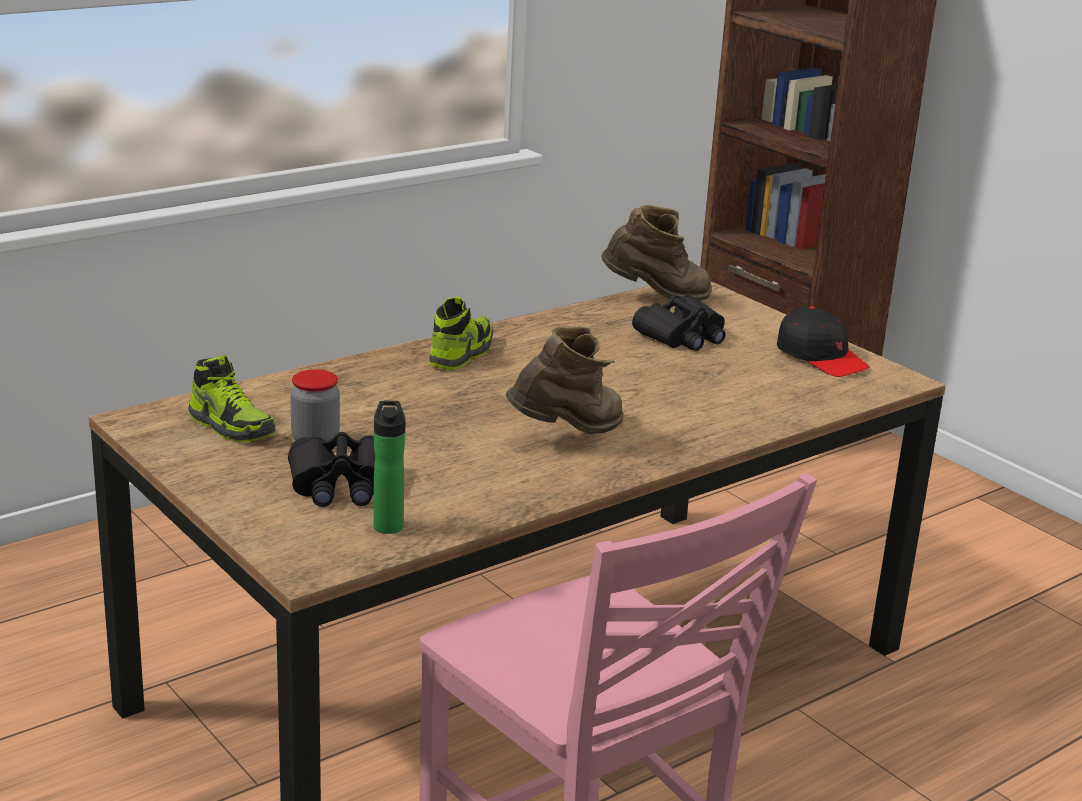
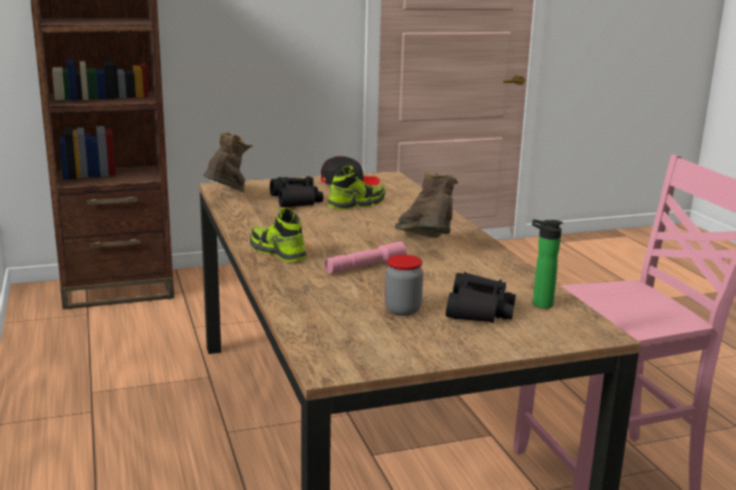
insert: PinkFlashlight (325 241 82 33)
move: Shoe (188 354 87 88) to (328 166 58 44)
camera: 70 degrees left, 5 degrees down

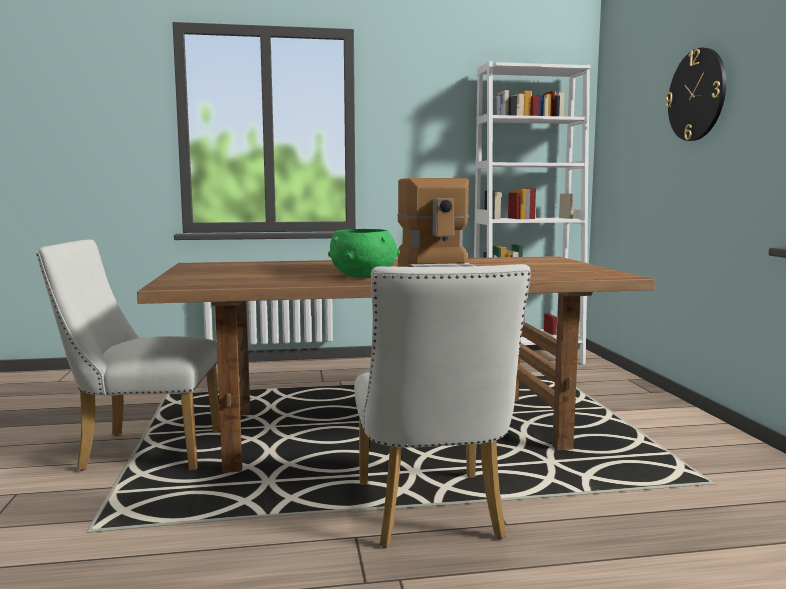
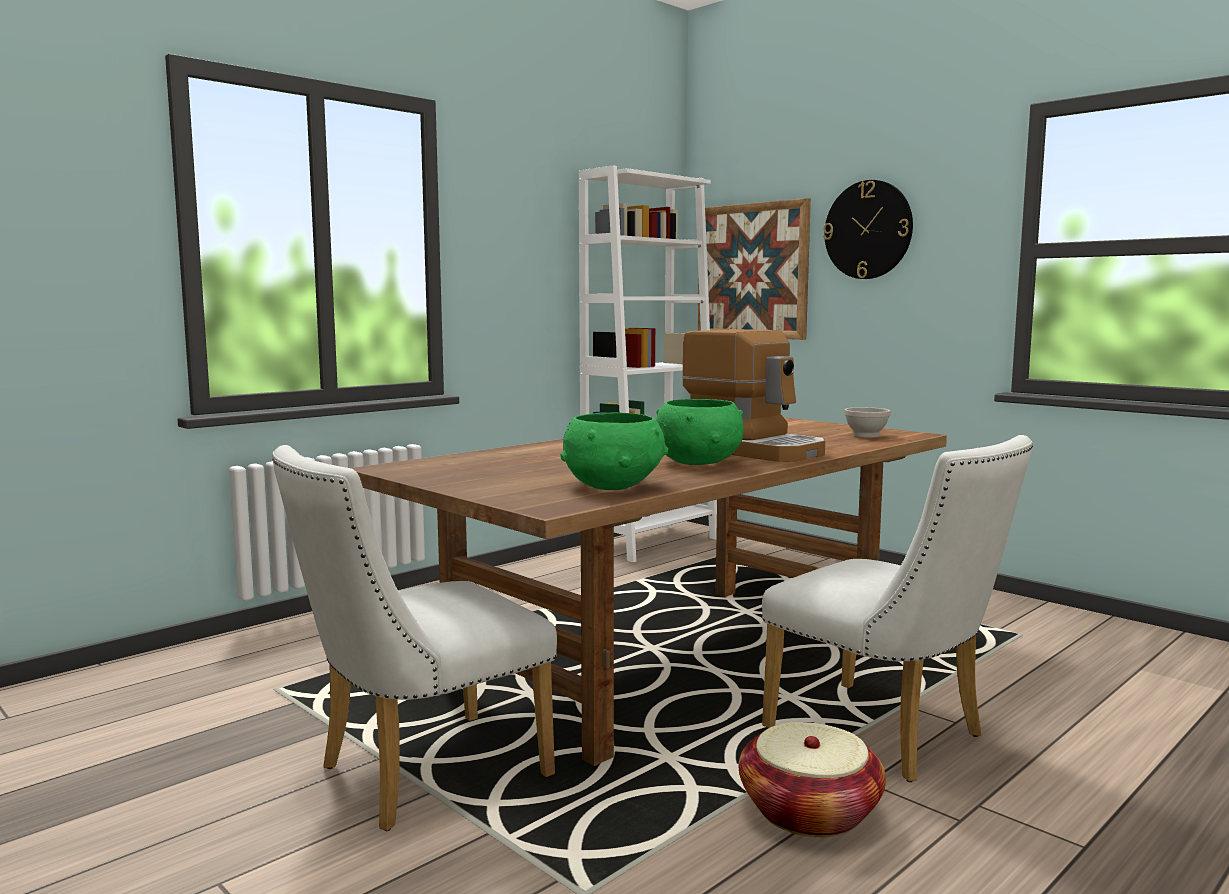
insert: GreenBowl (560 413 108 77); Picture (698 198 113 142); Basket (739 722 147 115); WhiteBowl (844 407 47 31)
camera: 35 degrees left, 0 degrees up

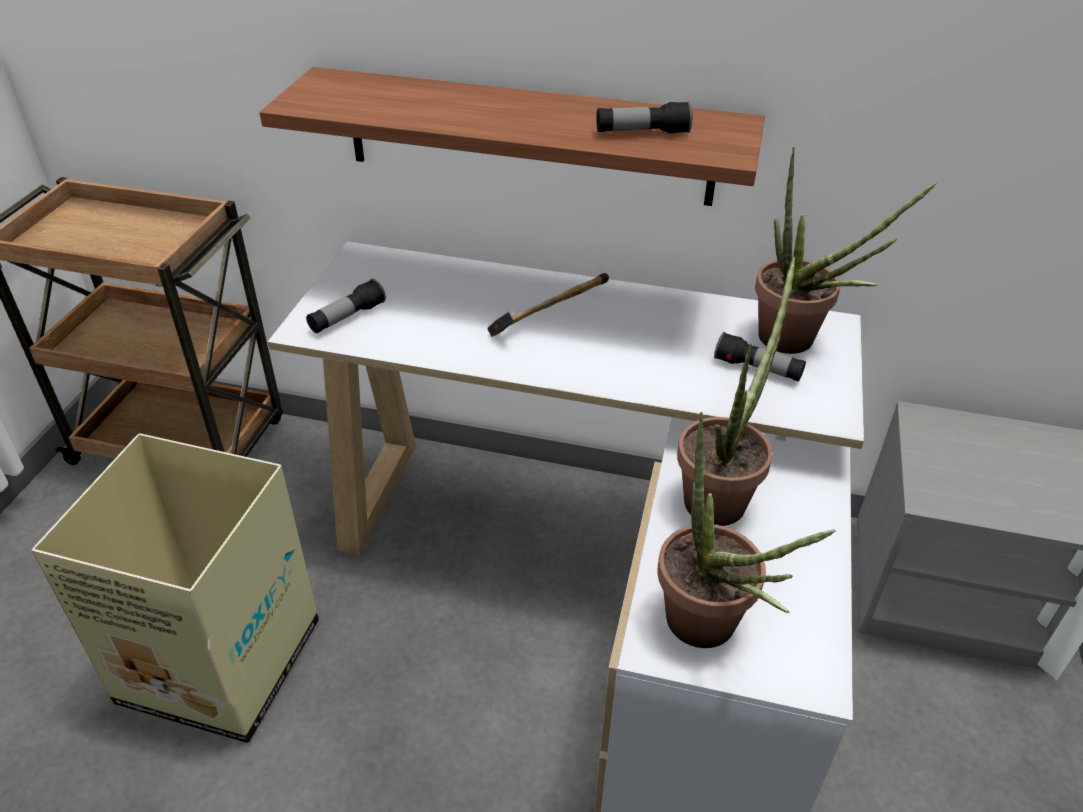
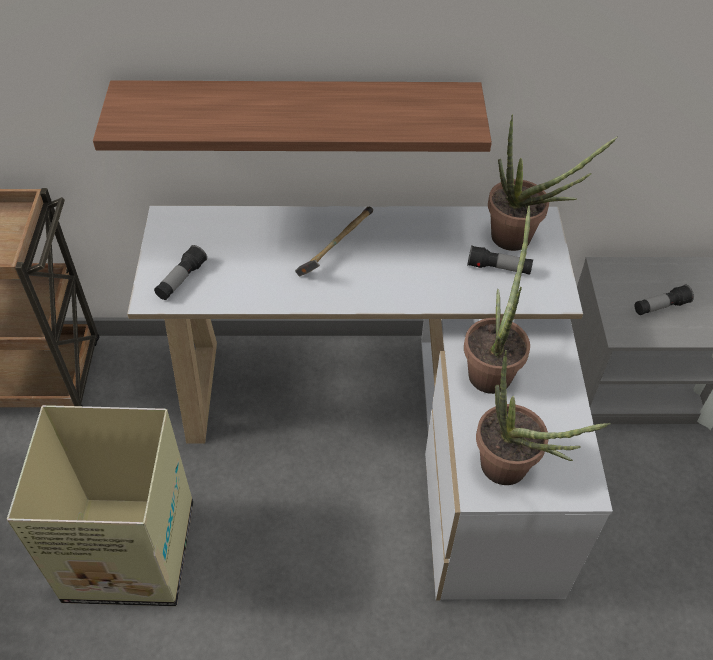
move: Flashlight (596 101 96 32) to (634 285 60 30)
camera: 15 degrees left, 10 degrees up

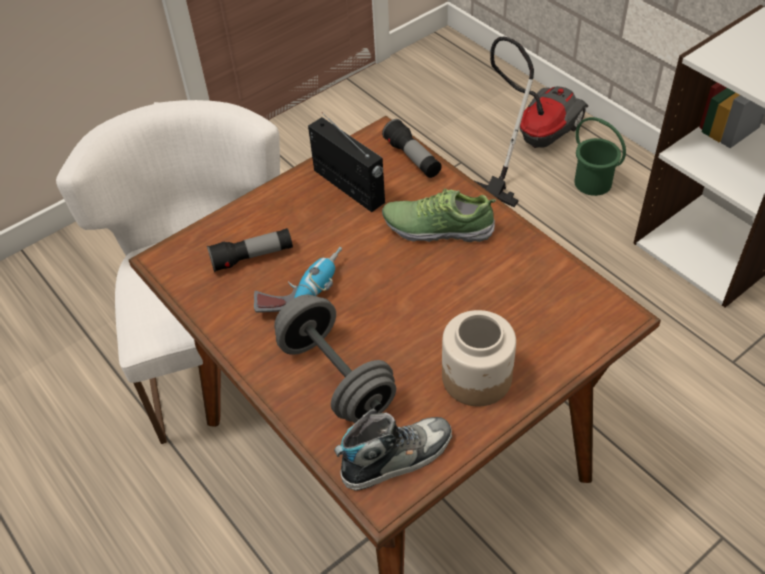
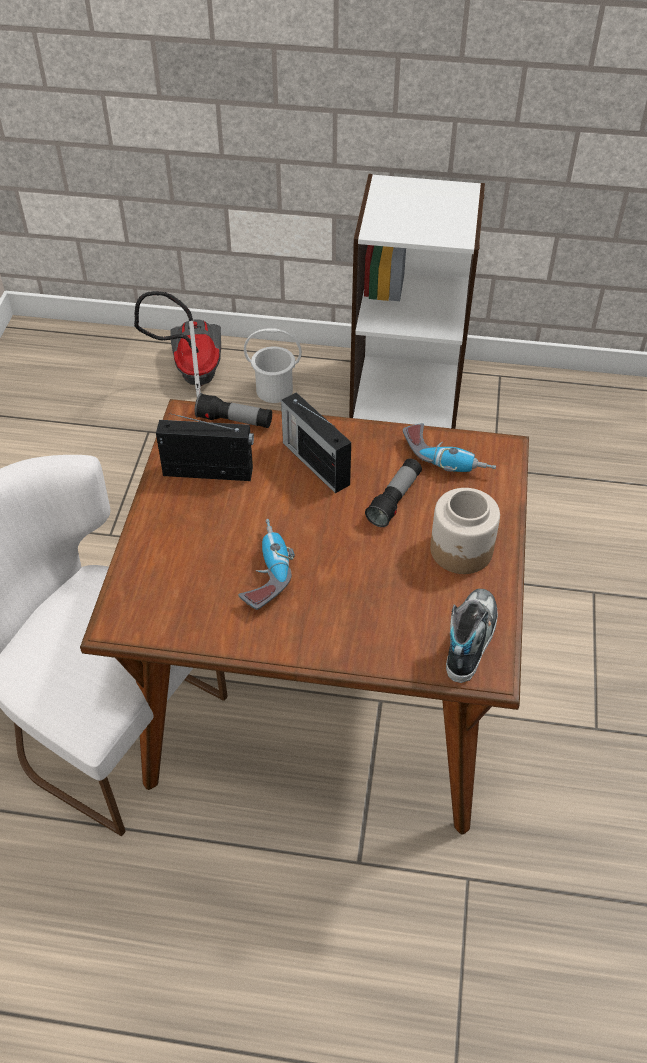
delete: GreyDumbbell (274 294 122 129)
insert: PowerDrill (403 423 93 49)
move: Flashlight (207 228 86 44) to (365 459 57 68)
replace: Shoe (382 188 114 54) to Radio (281 393 70 100)
recolor: GreenBucket (574 117 52 79) to WhiteBucket (244 328 58 75)
camera: 45 degrees left, 0 degrees up

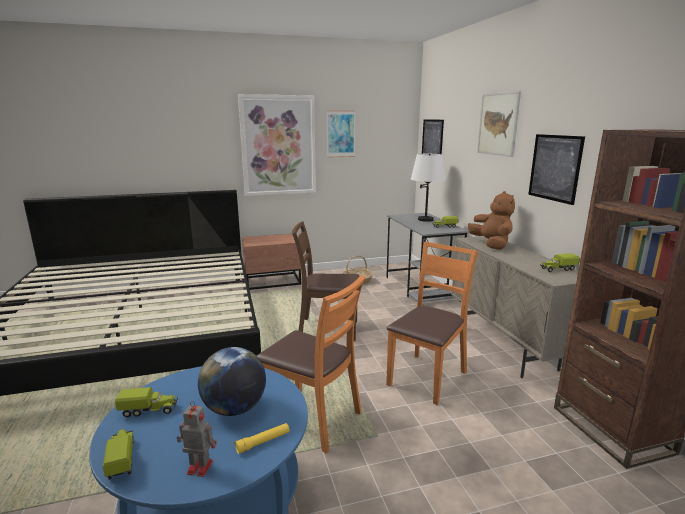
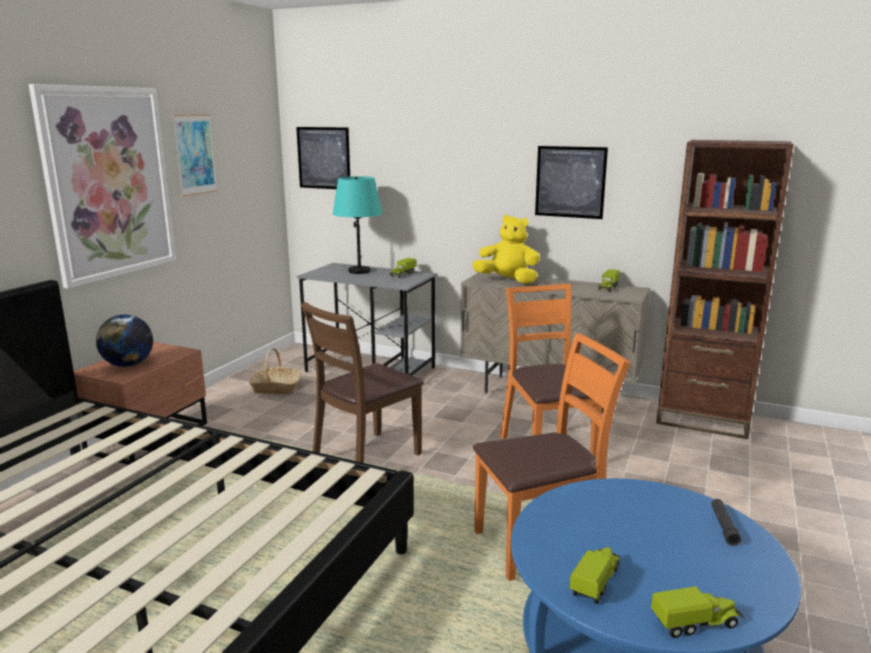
delete: ToyRobot (176 401 41 76); Picture (477 91 44 66)
move: Globe (198 347 68 69) to (96 314 57 53)
recolor: YellowFlashlight (235 423 54 31) to BlackFlashlight (711 499 31 47); WhiteTableLamp (411 154 35 68) to TurquoiseTableLamp (333 176 50 98); BrownPlushToy (468 191 47 59) to YellowPlushToy (472 215 68 69)
rotate: ToyTruck (103 429 31 51) = (651 586 93 52) 150 degrees clockwise
camera: 50 degrees left, 0 degrees up

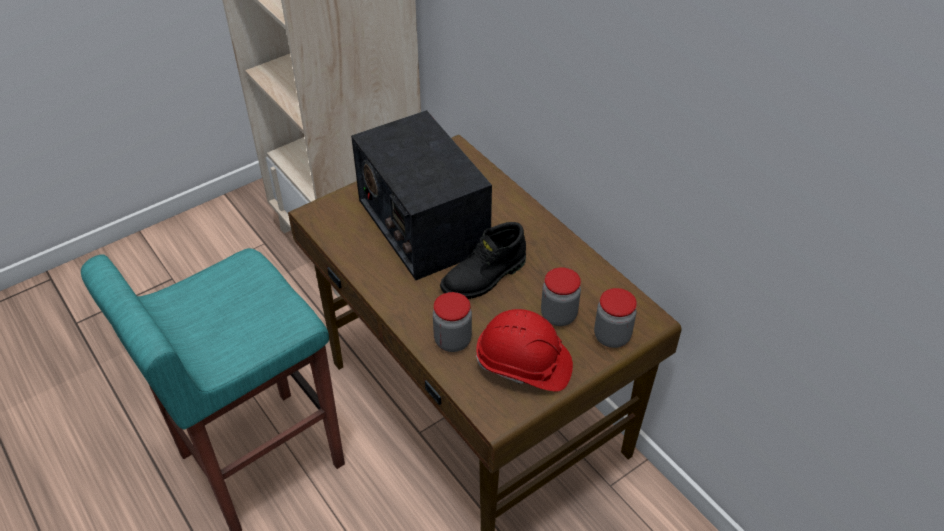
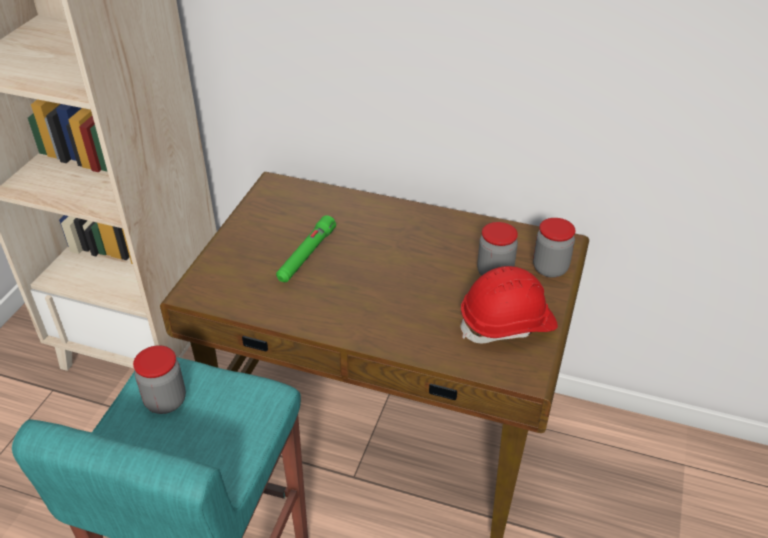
delete: BlackBoot (440 222 86 77)
move: Jar (433 292 39 60) to (133 345 53 69)
replace: Radio (351 110 141 170) to GreenFlashlight (276 215 60 67)
camera: 35 degrees left, 5 degrees down

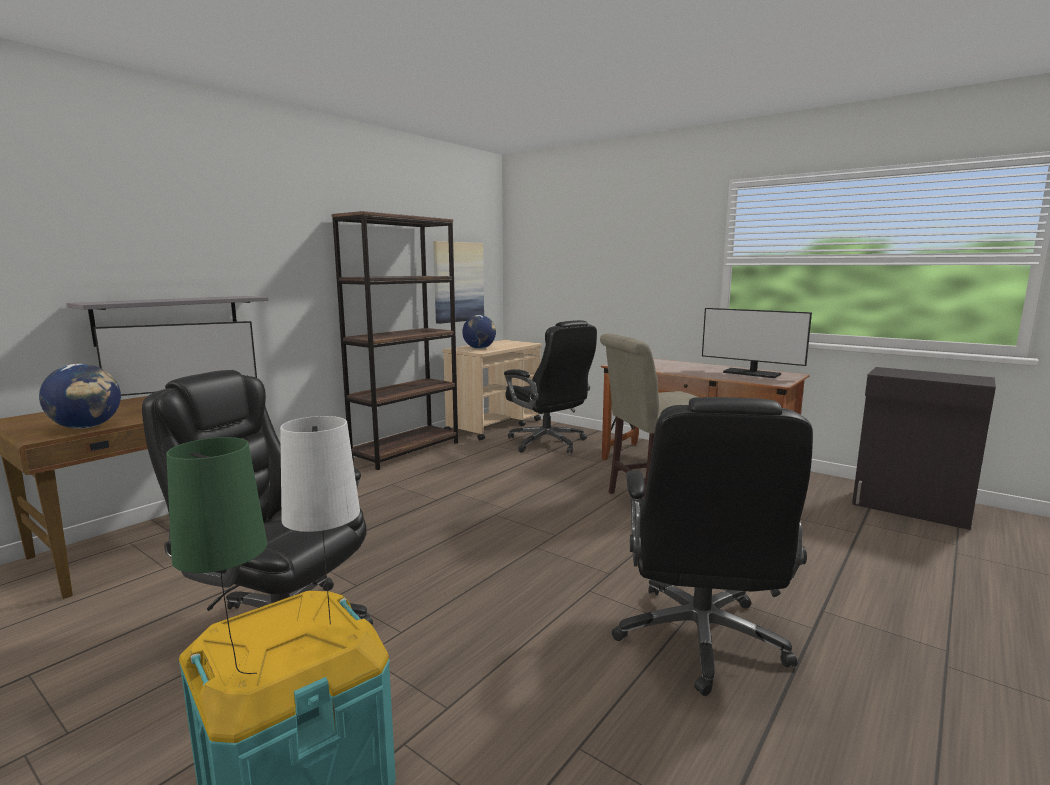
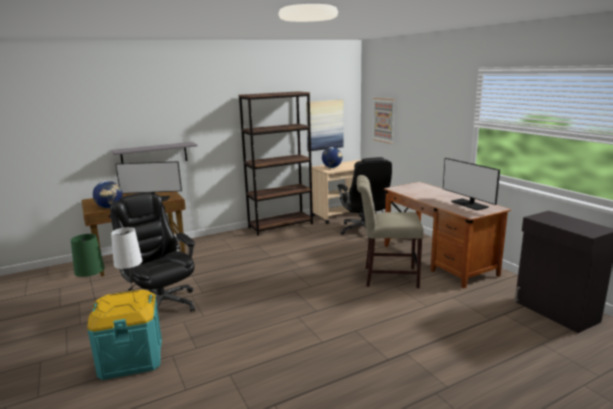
delete: BlackOfficeChair (611 397 202 299)
insert: Picture (373 98 22 46)
camera: 25 degrees right, 5 degrees up

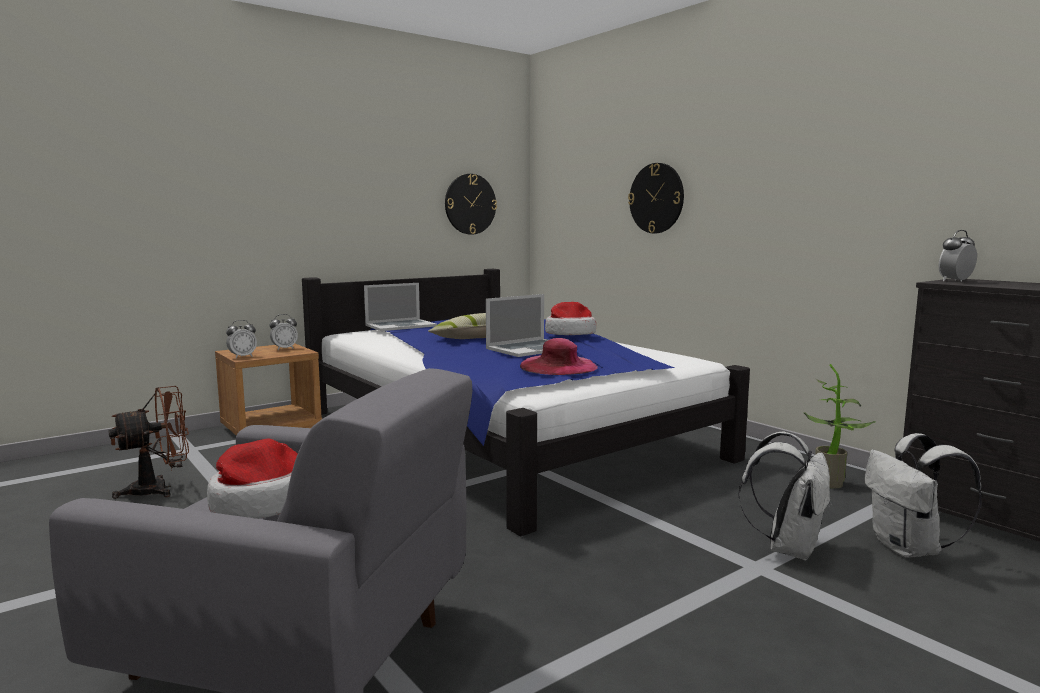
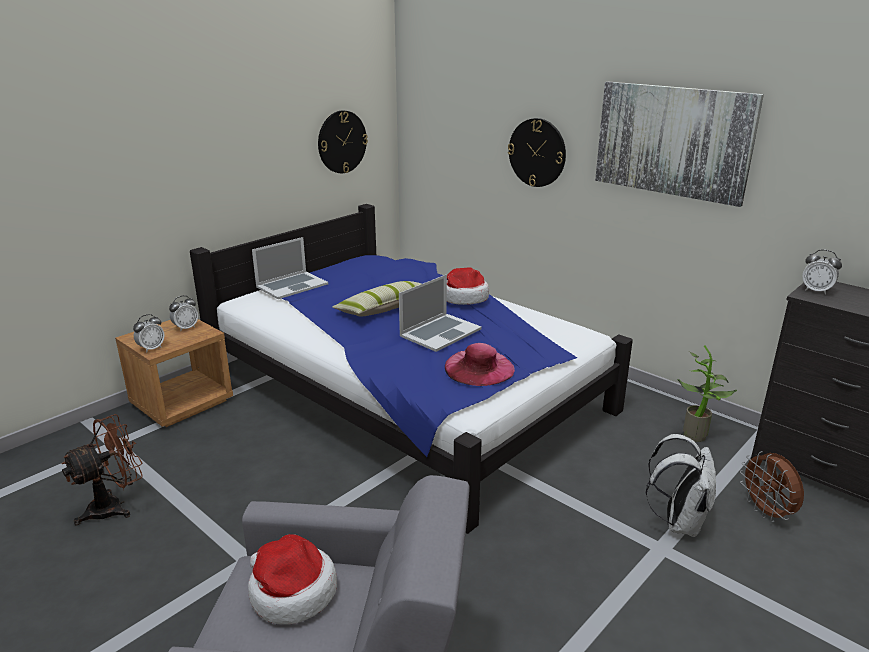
insert: Picture (595 82 169 125)
replace: WhiteBackpack (865 433 118 125) to BrownFan (740 451 64 71)
rotate: AlarmClock (939 230 38 52) = (802 250 40 45) 105 degrees counterclockwise
camera: 10 degrees left, 15 degrees up

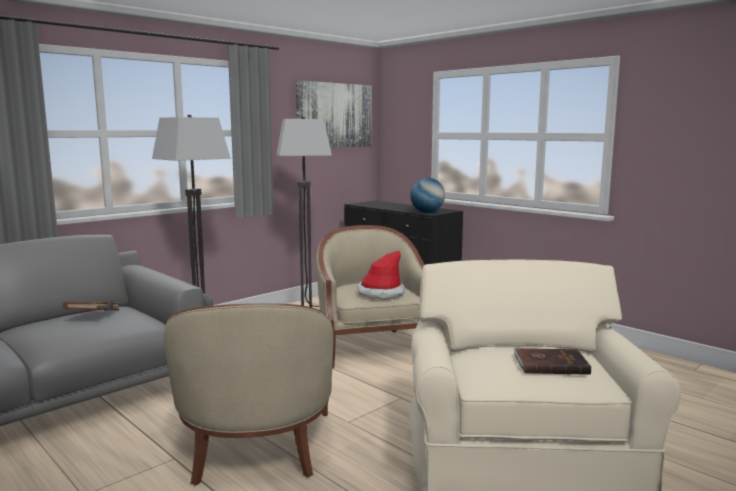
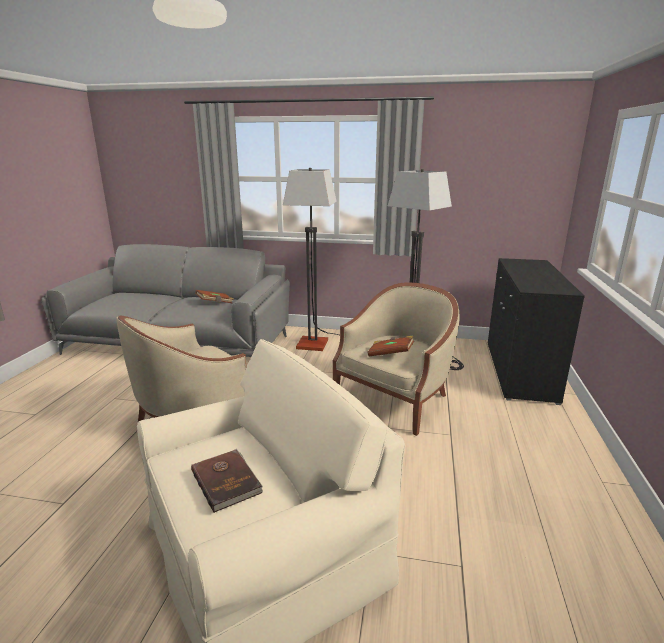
delete: Picture (295 80 77 68); Globe (410 178 35 35)
replace: Hat (358 250 47 50) to BrownBook (368 336 46 21)
camera: 55 degrees right, 10 degrees up

